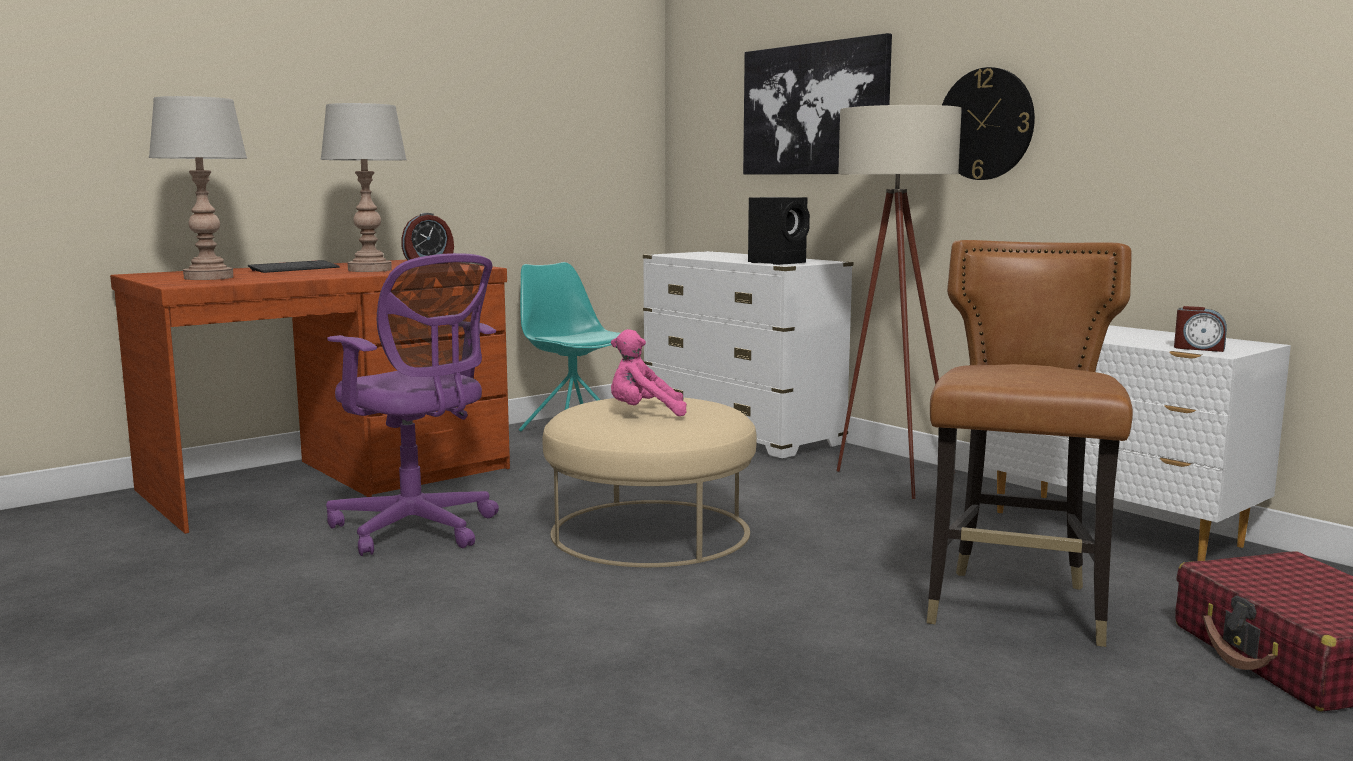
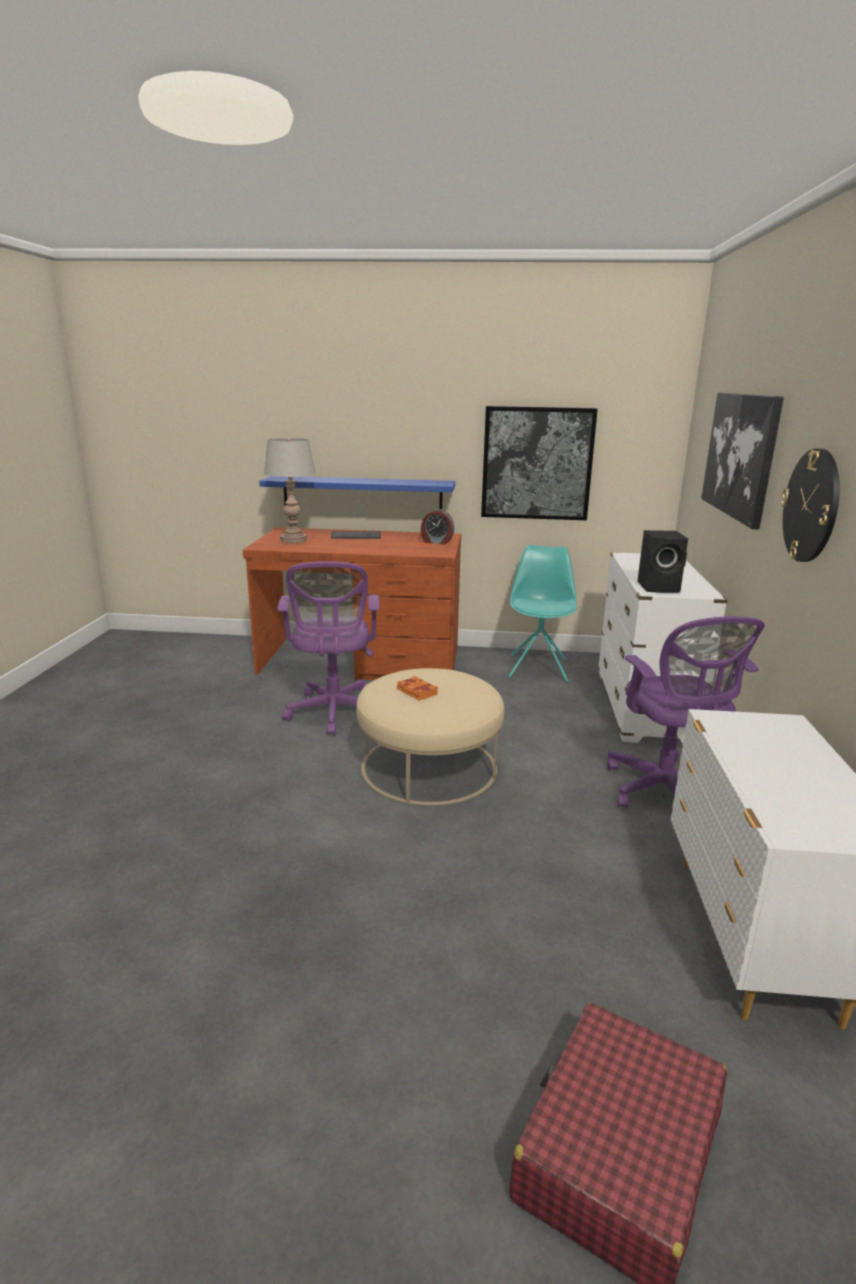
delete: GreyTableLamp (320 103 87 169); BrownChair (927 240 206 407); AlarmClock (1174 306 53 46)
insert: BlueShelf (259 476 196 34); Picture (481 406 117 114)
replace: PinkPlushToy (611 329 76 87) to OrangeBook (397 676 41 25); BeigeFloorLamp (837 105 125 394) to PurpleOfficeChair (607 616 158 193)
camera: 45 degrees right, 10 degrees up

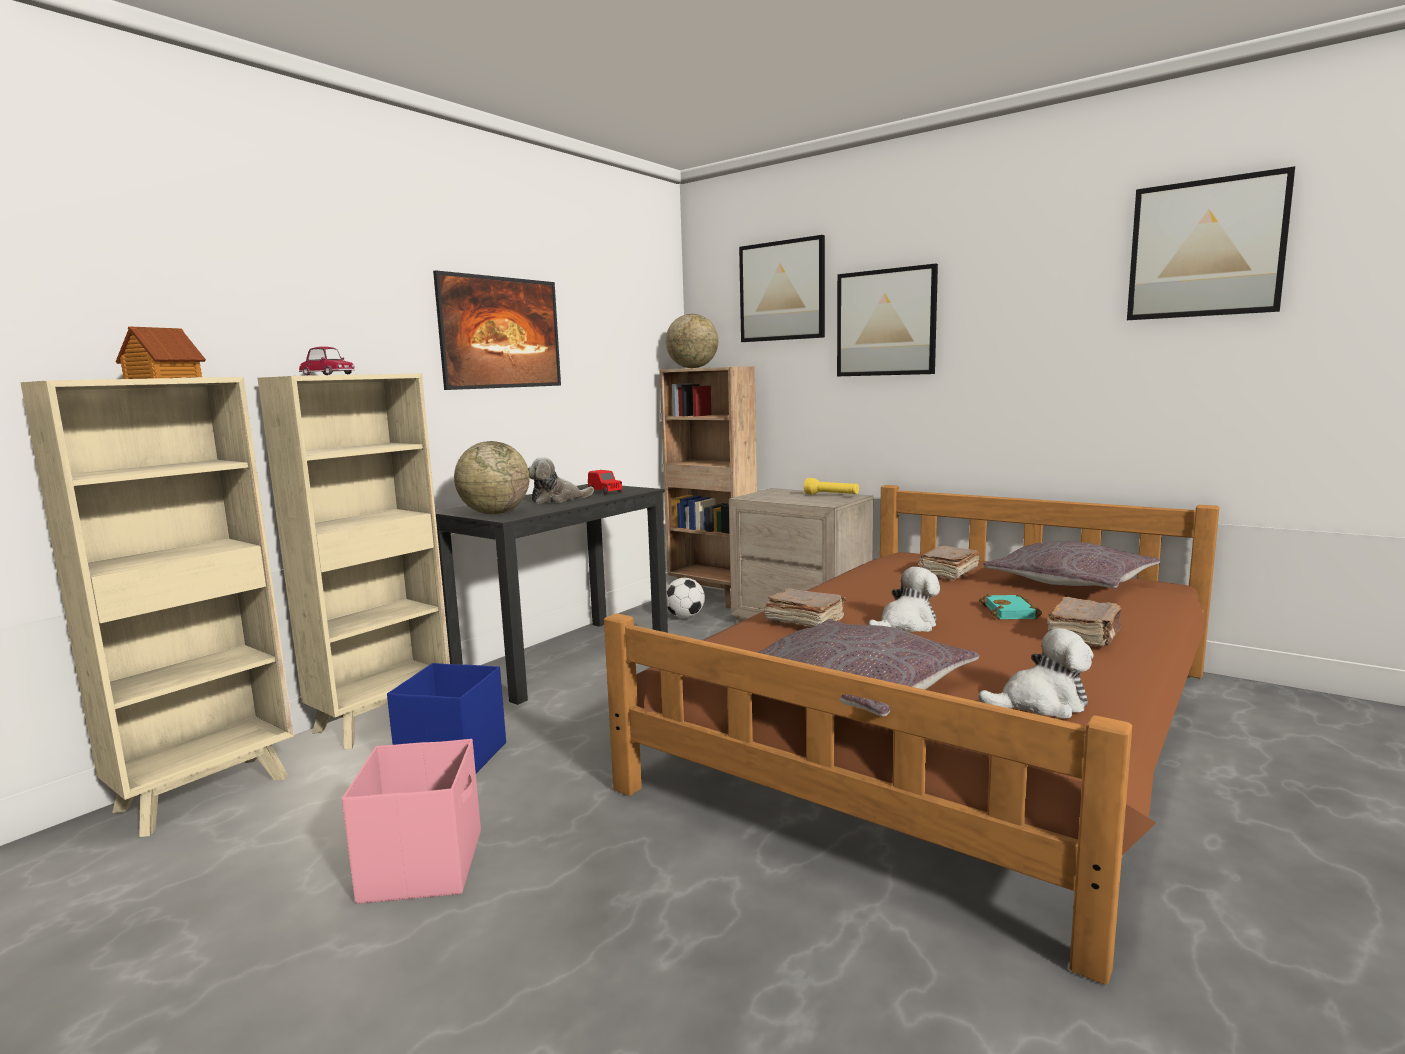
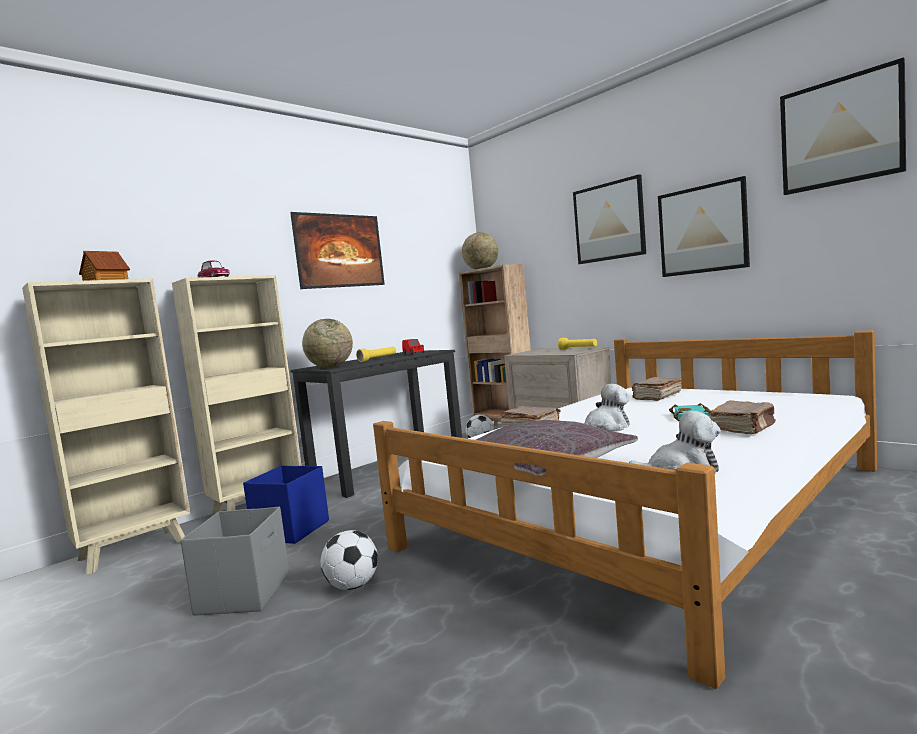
delete: GreyPillow (983 541 177 47)
insert: Football (321 530 57 60)
move: Picture (739 235 86 107) to (658 176 92 101)
replace: PlushToy (528 457 66 47) to YellowFlashlight (356 347 40 15)
recolor: PinkStorageBox (342 739 139 165) to GreyStorageBox (180 507 109 108); BrownBed (604 485 616 500) to WhiteBed (373 330 504 359)
camera: 10 degrees right, 5 degrees down

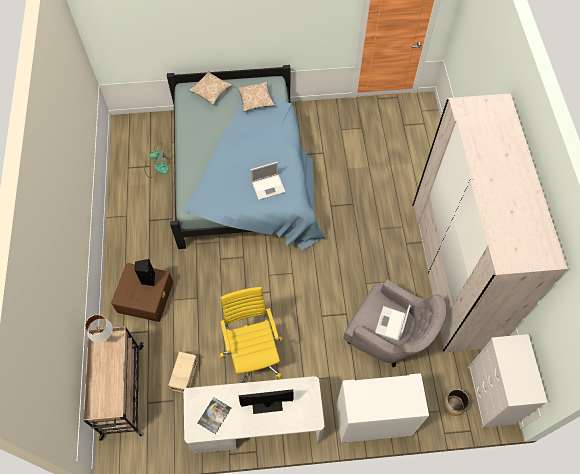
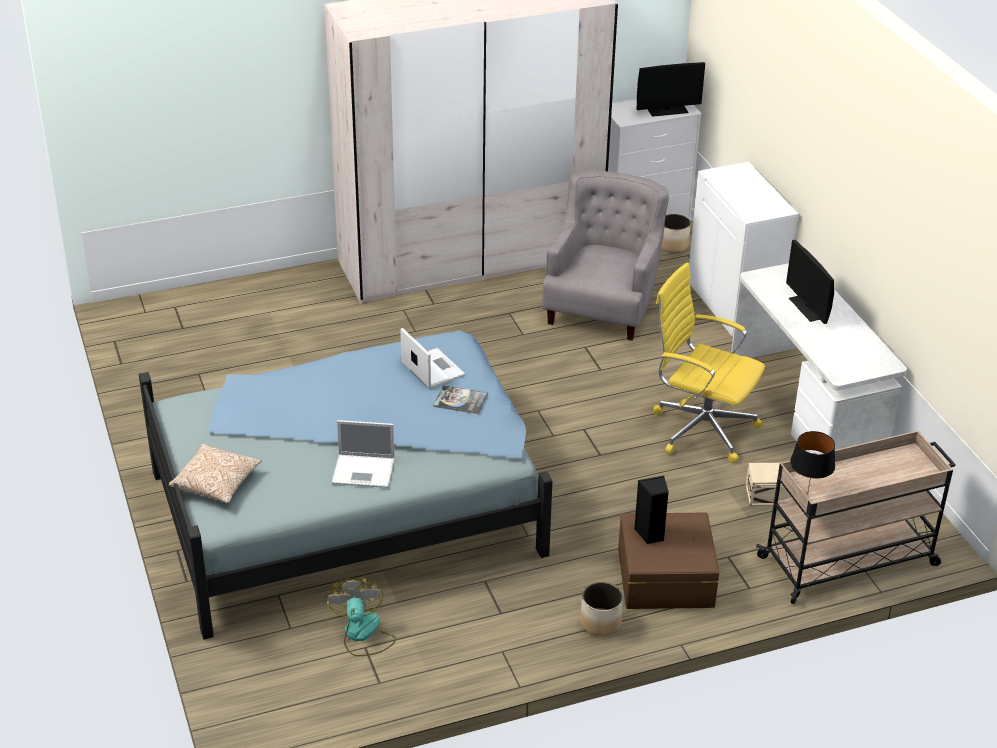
delete: Pillow (238 82 37 30)
insert: Planter (580 582 43 54); Monitor (637 62 68 55)
move: Book (198 397 33 37) to (433 385 55 29); Laptop (375 305 36 36) to (332 420 63 68)
recolor: WhiteTableLamp (85 315 28 27) to BlackTableLamp (790 431 45 64)
rotate: YellowOfficeChair (220 287 63 96) = (653 263 112 200) 60 degrees clockwise
camera: 105 degrees left, 25 degrees down

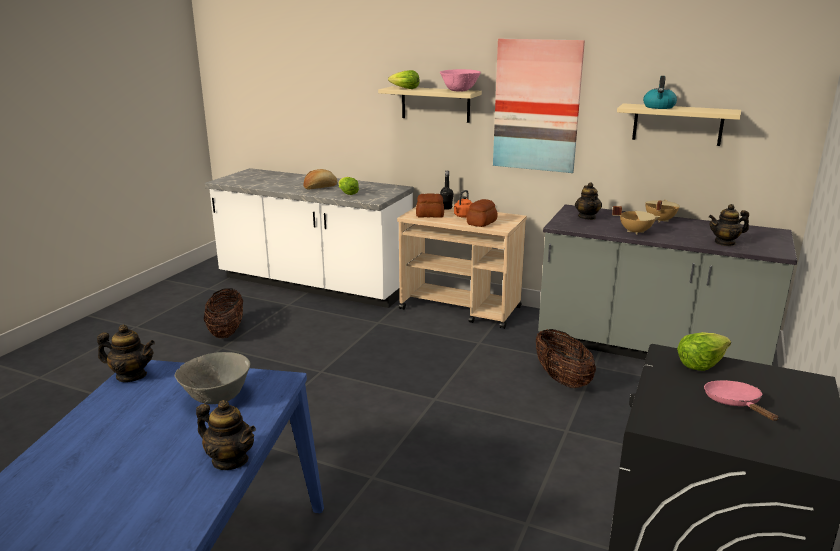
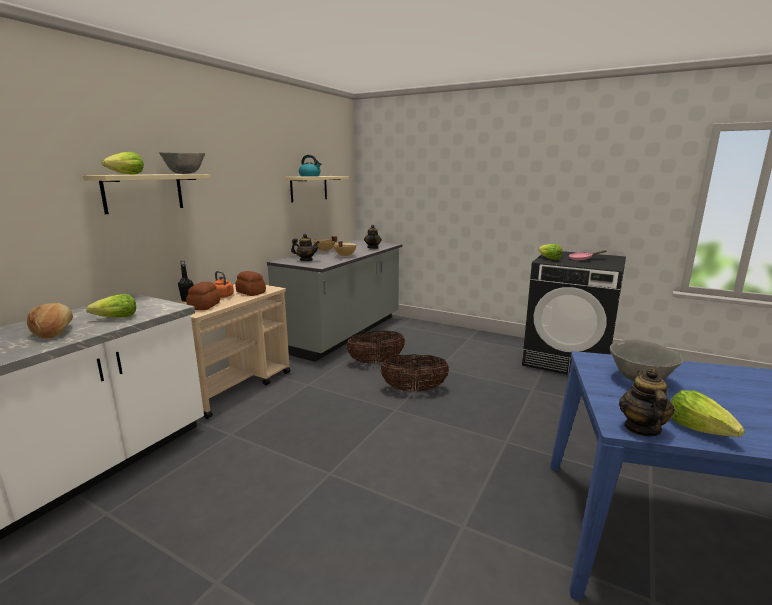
delete: Teapot (196 400 60 70); Picture (493 39 92 134)
insert: Lettuce (671 390 74 47)
move: Basket (204 289 39 49) to (380 354 69 37)
recolor: PinkBowl (440 69 41 22) to GreyBowl (159 152 47 22)
camera: 85 degrees left, 5 degrees down

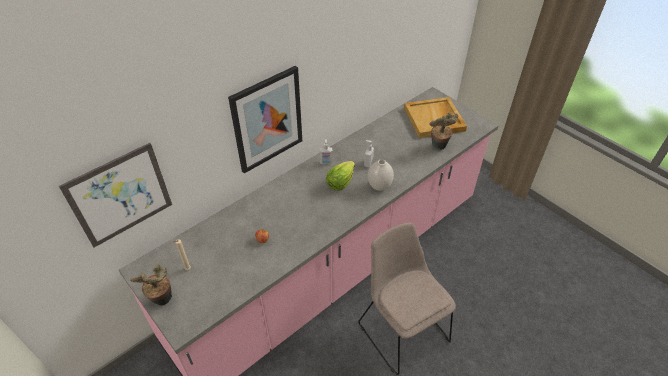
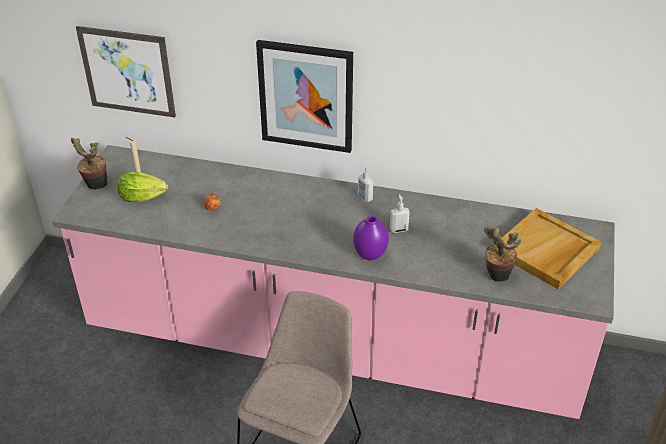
move: Lettuce (326 161 29 30) to (117 171 51 31)
recolor: WhiteVase (368 159 26 32) to PurpleVase (353 216 36 44)
camera: 55 degrees right, 5 degrees down

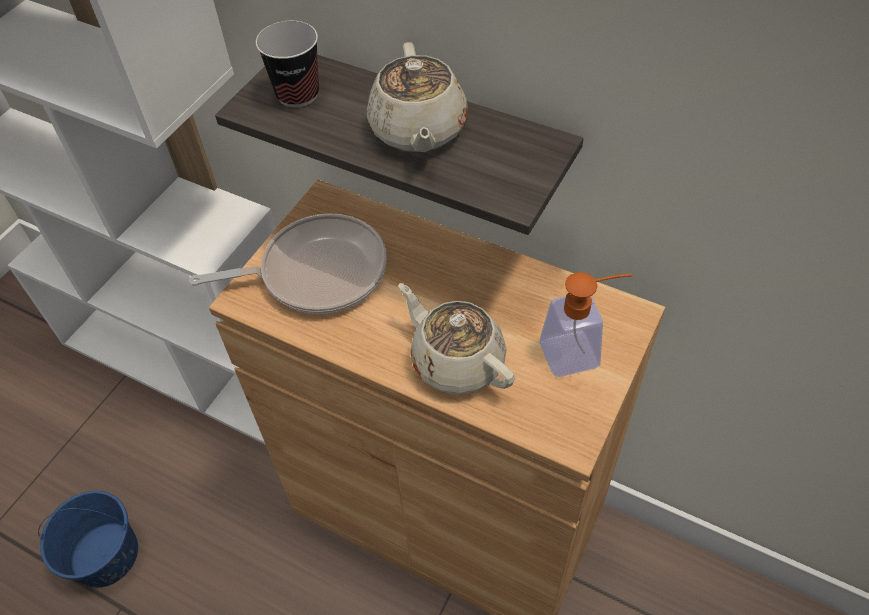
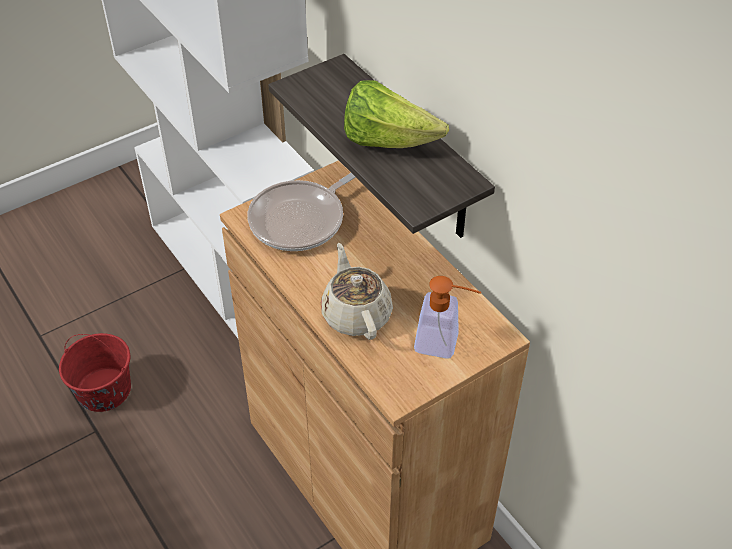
delete: Cup (256 21 63 87)
replace: BeigeTeapot (367 42 100 110) to Lettuce (344 80 105 68)
recolor: BlueBucket (38 491 100 97) to RedBucket (59 333 72 79)
rotate: FryingPan (189 213 198 101) = (248 173 108 78) 120 degrees clockwise
camera: 25 degrees right, 5 degrees down

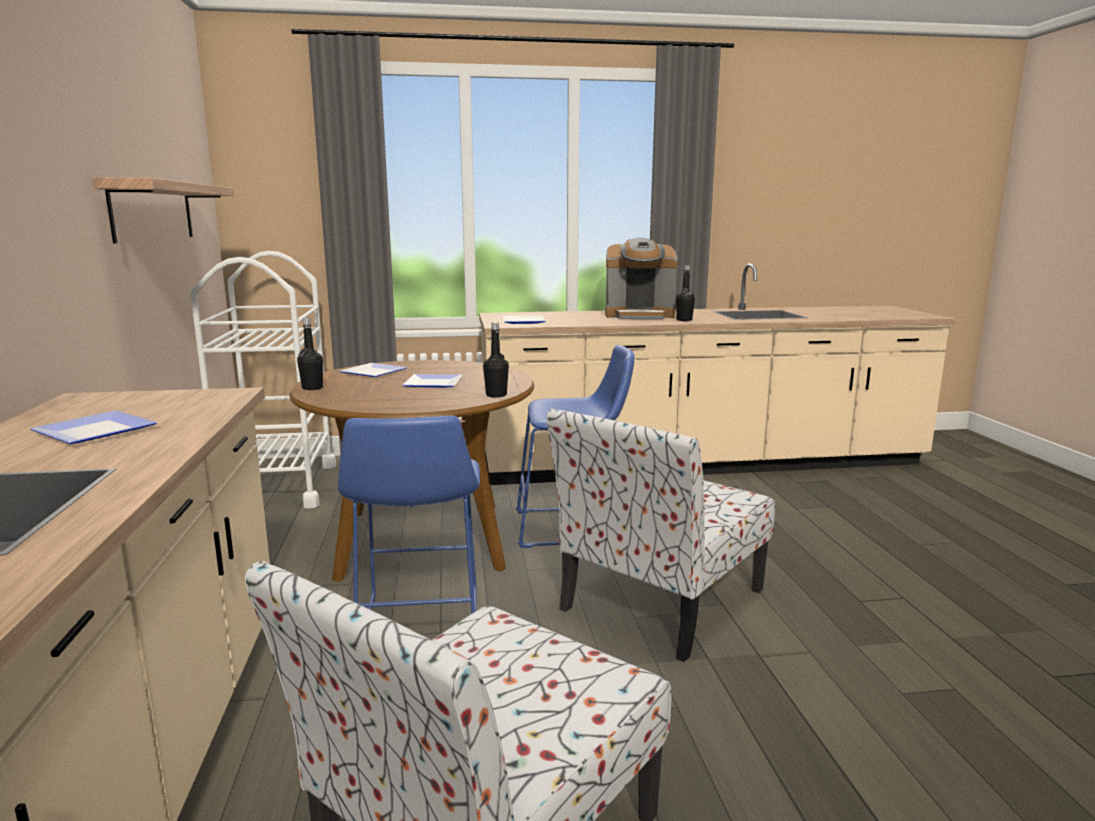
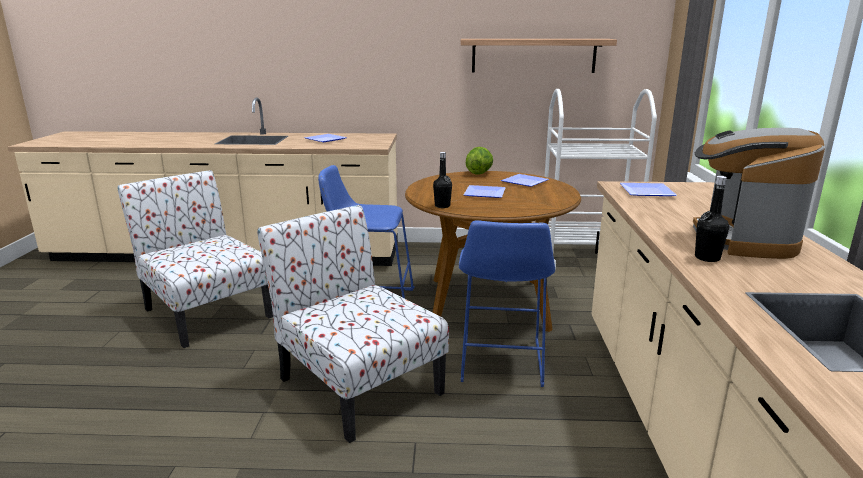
replace: BlackBottle (297 318 26 72) to Lettuce (465 147 28 28)
camera: 100 degrees right, 5 degrees up

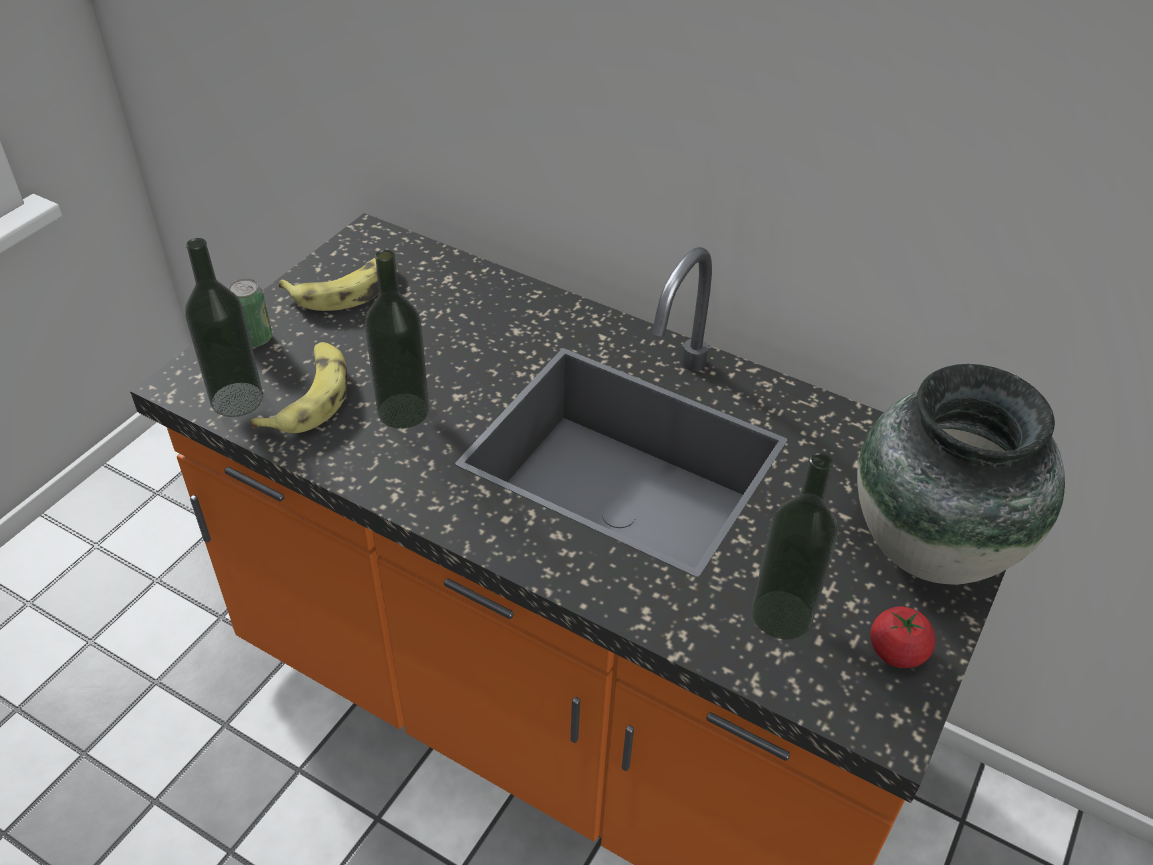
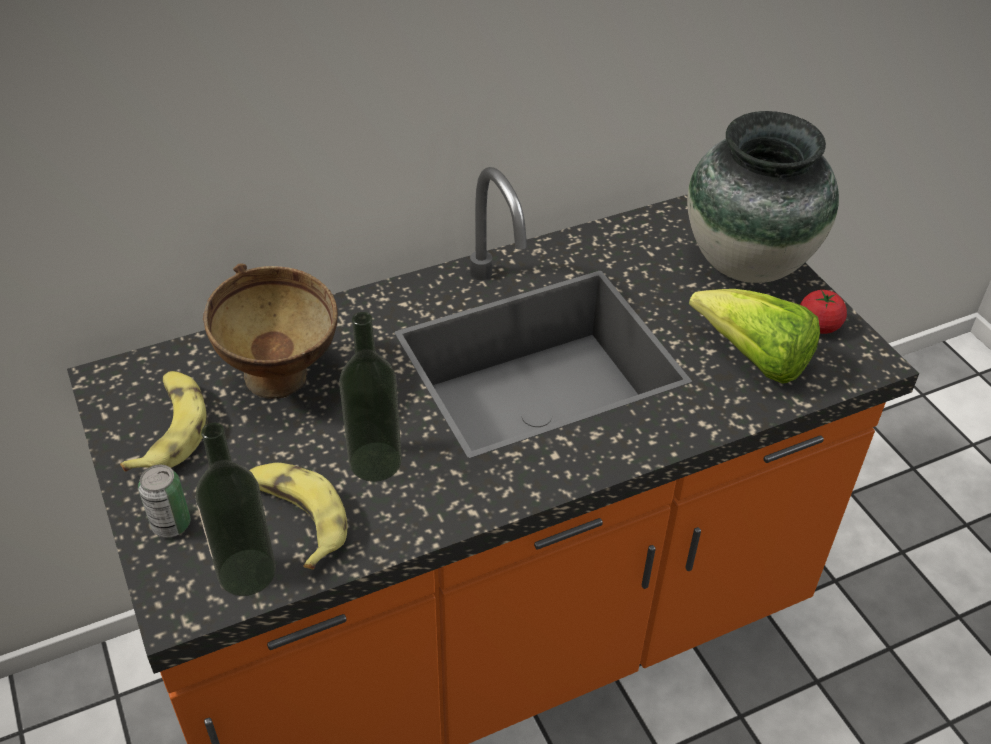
insert: BrownBowl (203 264 135 135)
replace: Bottle (752 453 86 186) to Lettuce (689 289 131 95)
camera: 55 degrees left, 0 degrees up

